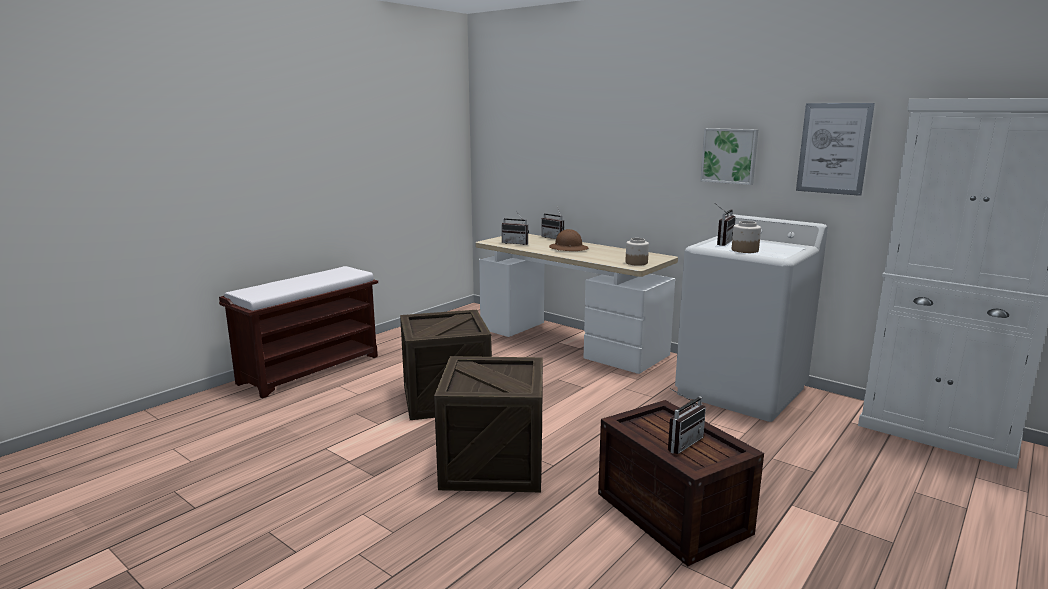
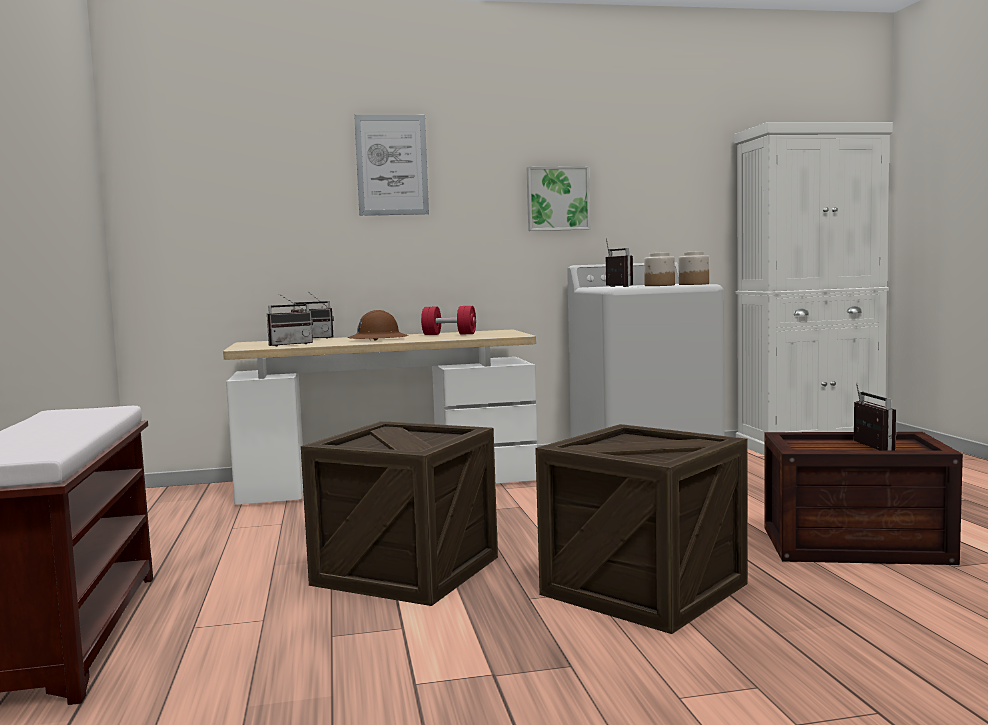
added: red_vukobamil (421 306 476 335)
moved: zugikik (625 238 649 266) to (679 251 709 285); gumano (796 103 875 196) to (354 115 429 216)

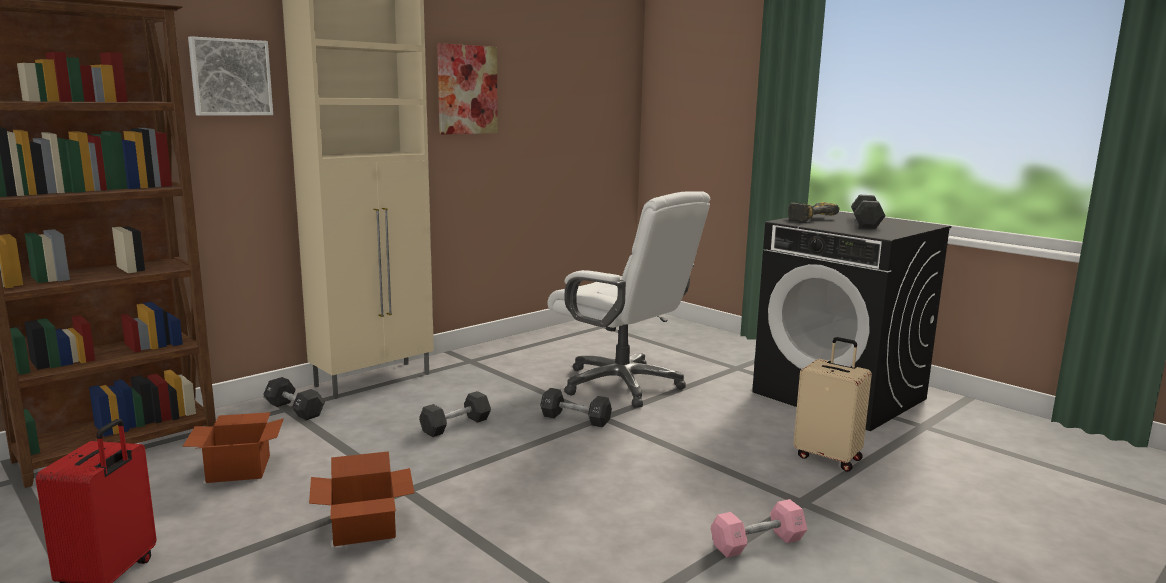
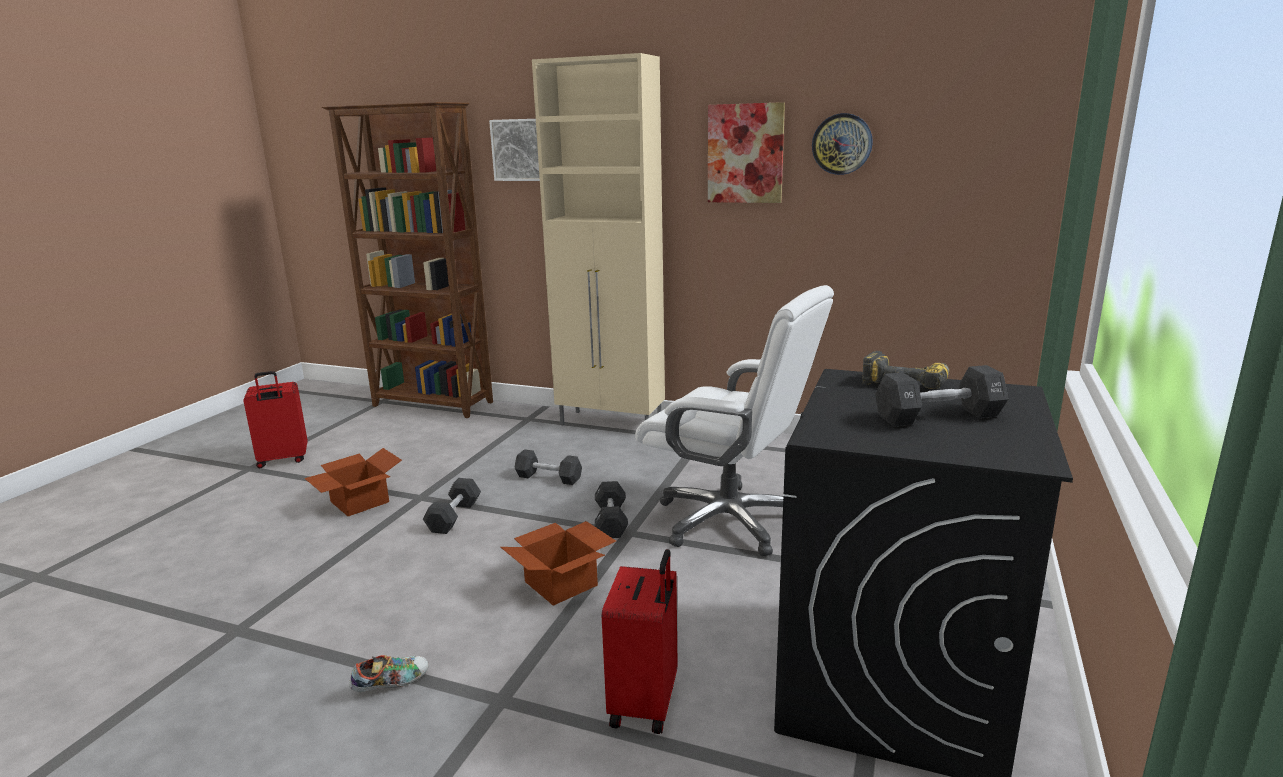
added: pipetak (812 113 873 175)
moved: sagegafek (183 412 284 483) to (500 521 616 606); black_vukobamil (263 377 325 420) to (423 478 481 534)
replaced: pink_vukobamil (711 499 807 558) to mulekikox (349 655 428 692)
recoloured: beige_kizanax (793 337 872 472) to red_kizanax (602 549 677 734)
turned: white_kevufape (548 191 710 408) = (635 285 834 556) 75 degrees counterclockwise

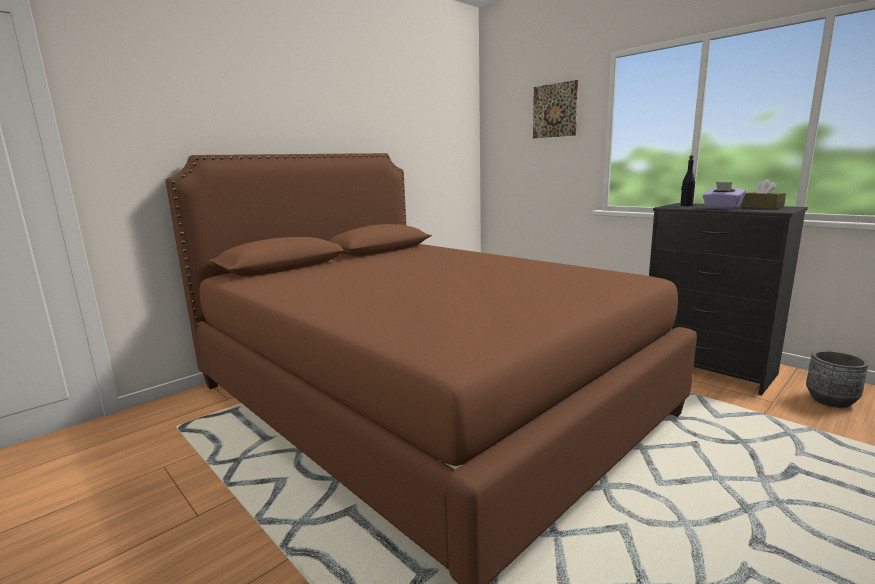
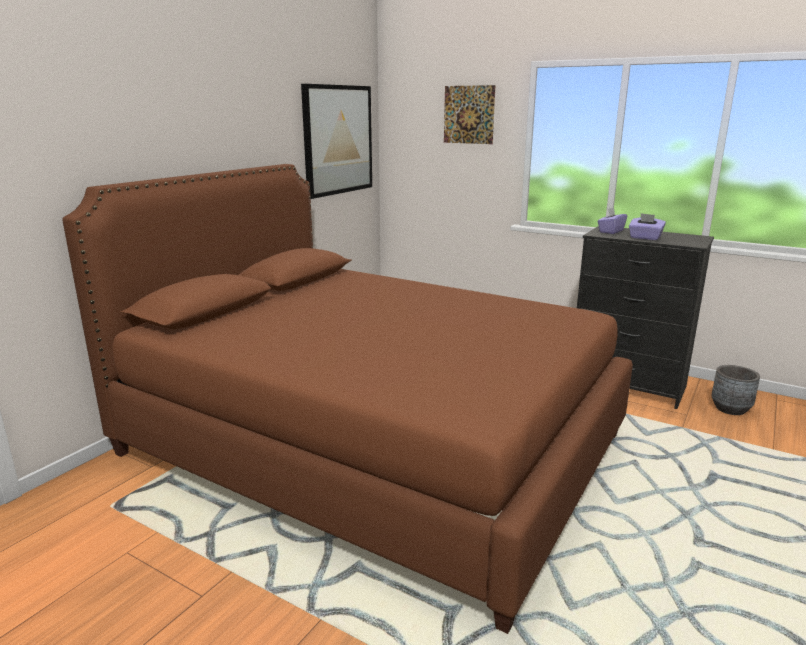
removed: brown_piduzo (741 179 786 209)
added: gumano (301 84 372 199)
replaced: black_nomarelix (680 155 695 206) to purple_piduzo (598 207 627 234)

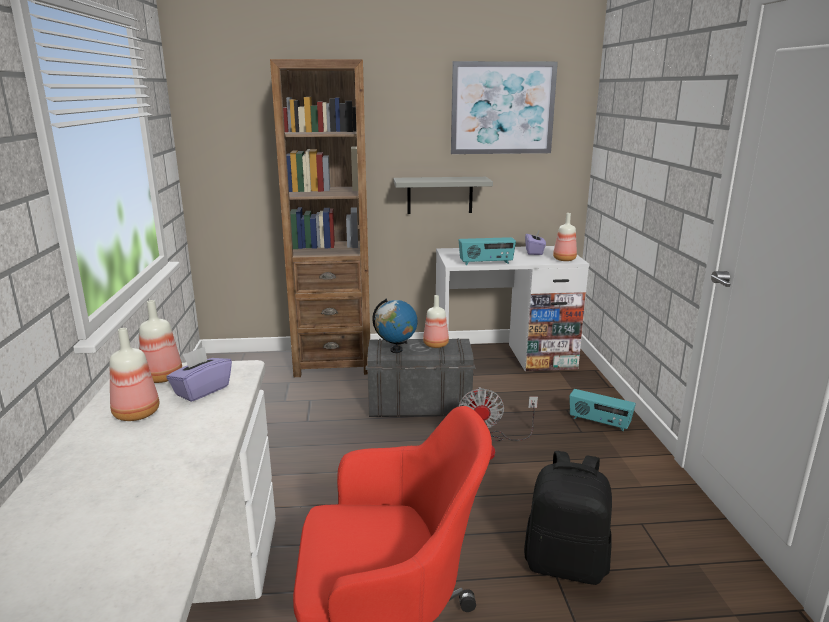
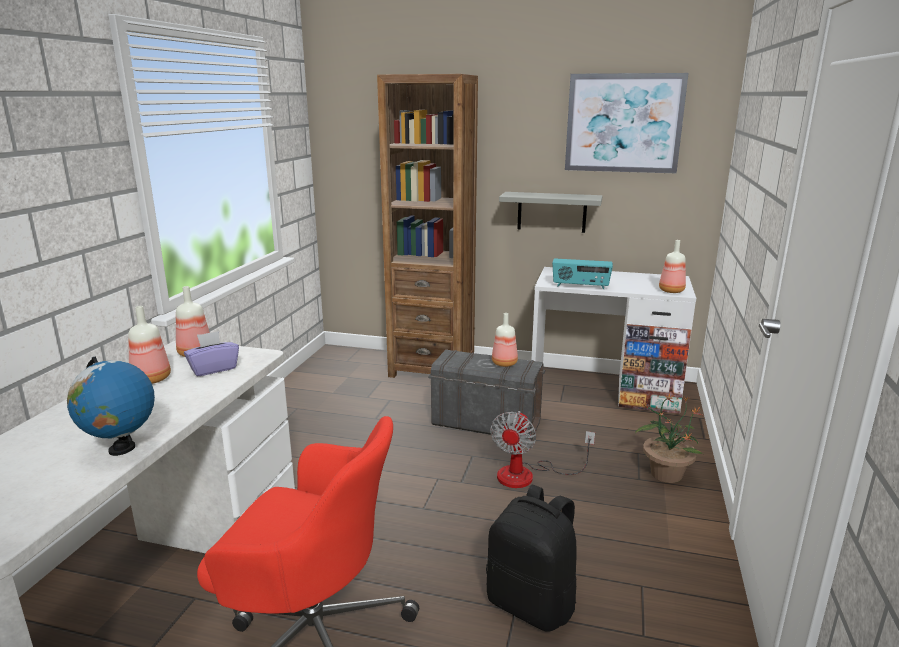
removed: purple_piduzo (525 230 546 255)
moved: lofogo (373 299 418 353) to (67 356 155 456)
replaced: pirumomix (569 389 636 431) to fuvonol (635 393 705 483)

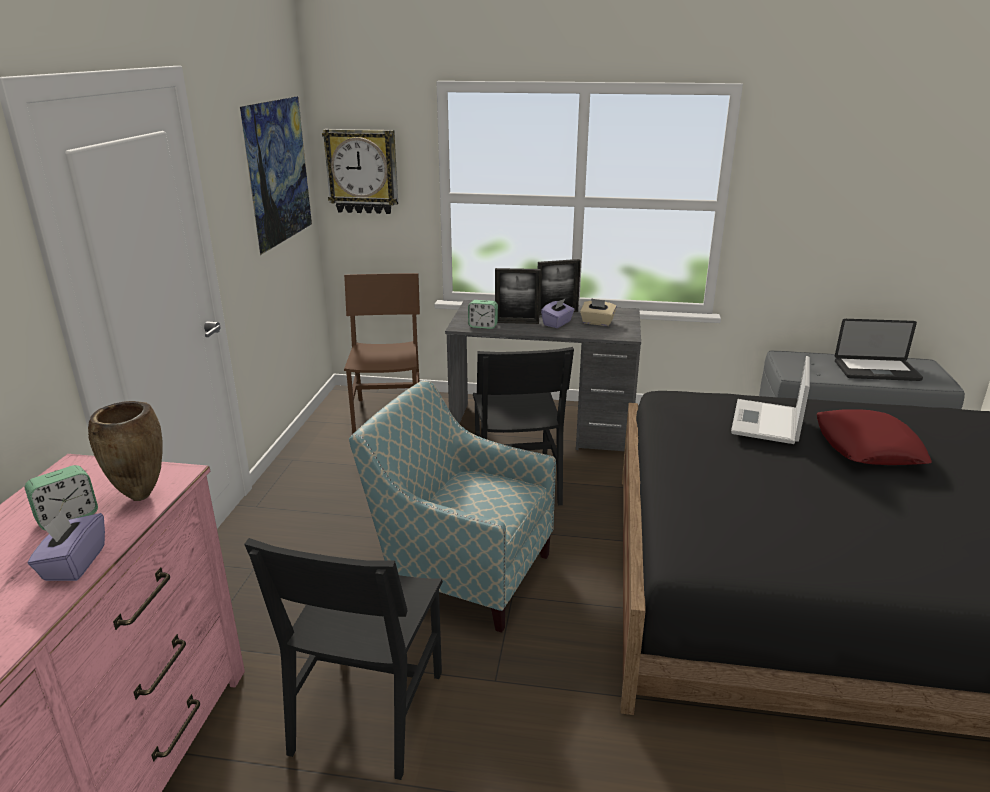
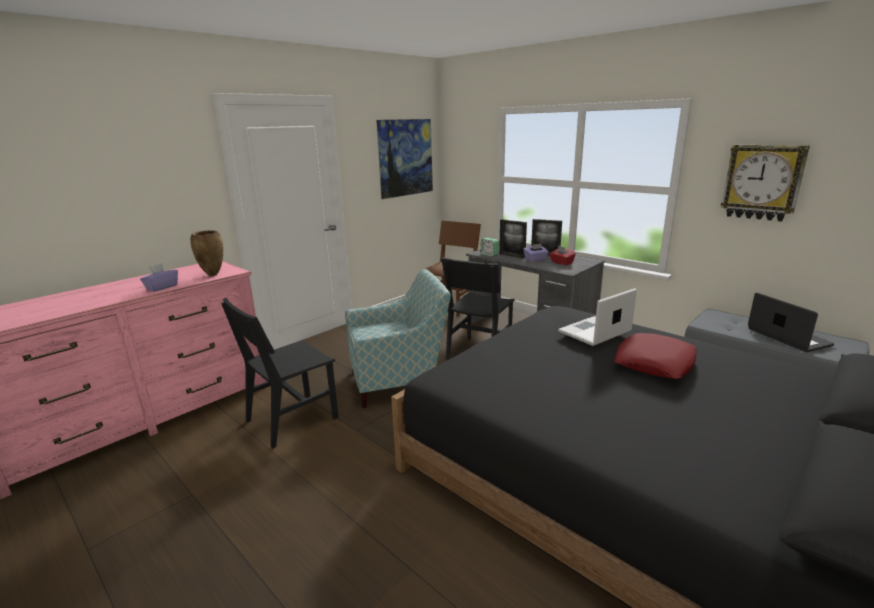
removed: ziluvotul (25 465 98 530)
moved: pipetak (322 129 398 214) to (721 145 810 222)
recoloured: beige_piduzo (580 298 617 326) to red_piduzo (550 246 576 266)
turned: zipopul (349 380 556 633) = (345 269 451 408) 105 degrees clockwise; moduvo (835 319 923 381) = (748 293 834 352) 150 degrees counterclockwise

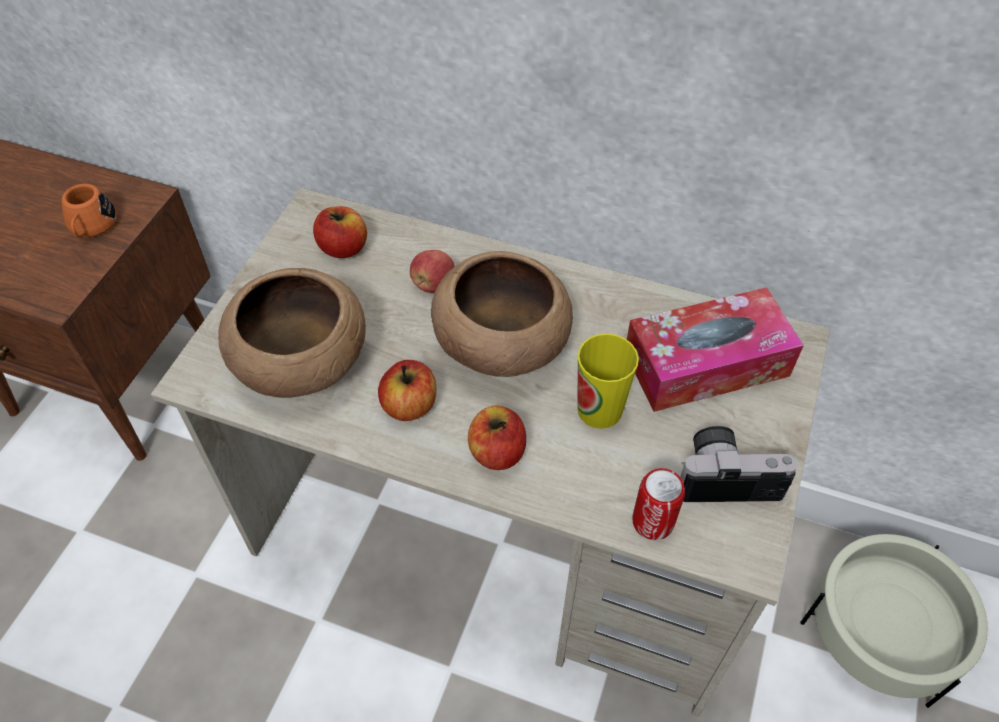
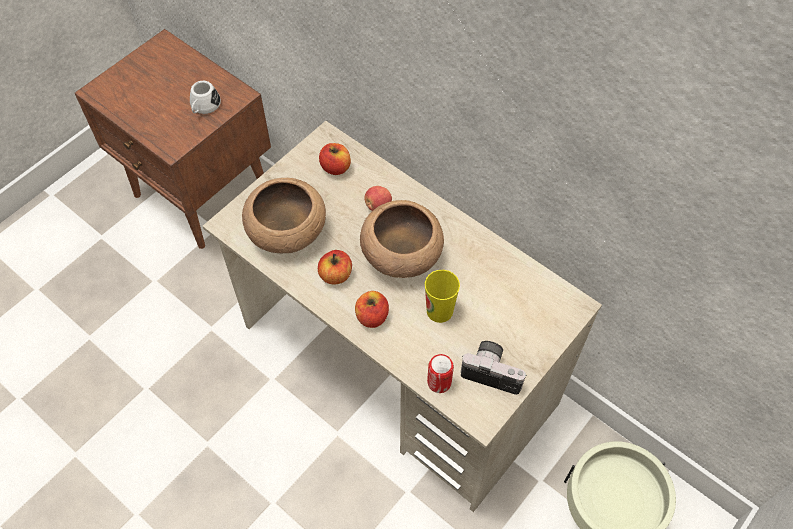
removed: piduzo (627 287 804 412)
recoloured: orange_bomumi (62 184 117 238) to white_bomumi (190 81 221 114)

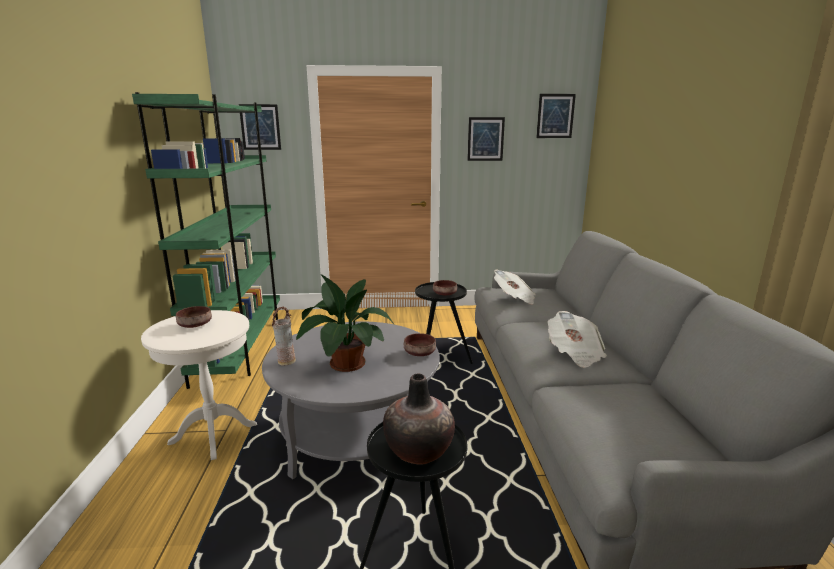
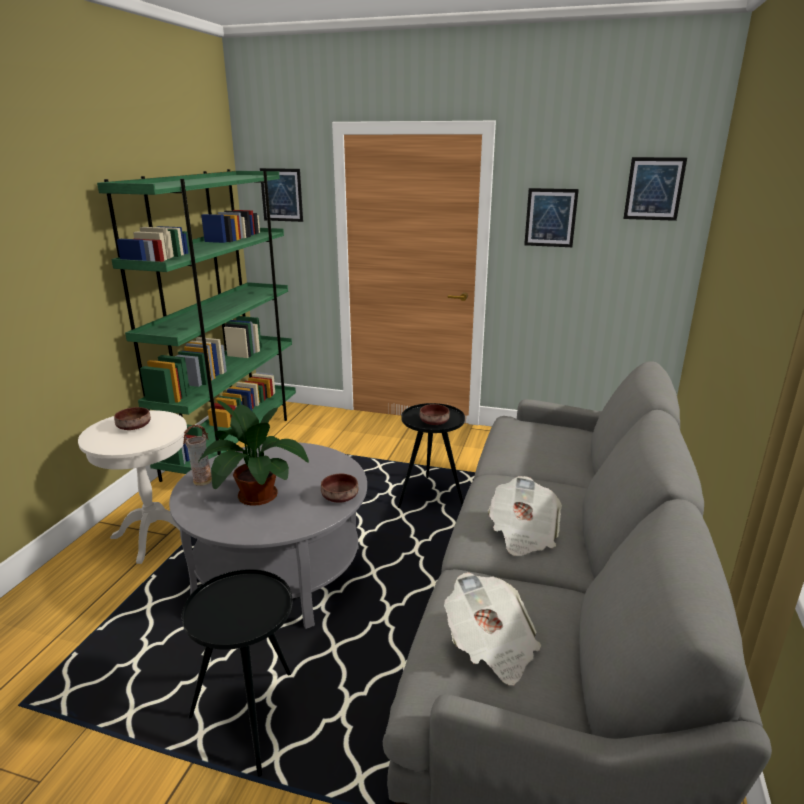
removed: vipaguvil (383 374 455 465)
moved: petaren (494 270 536 304) to (444 572 541 685)

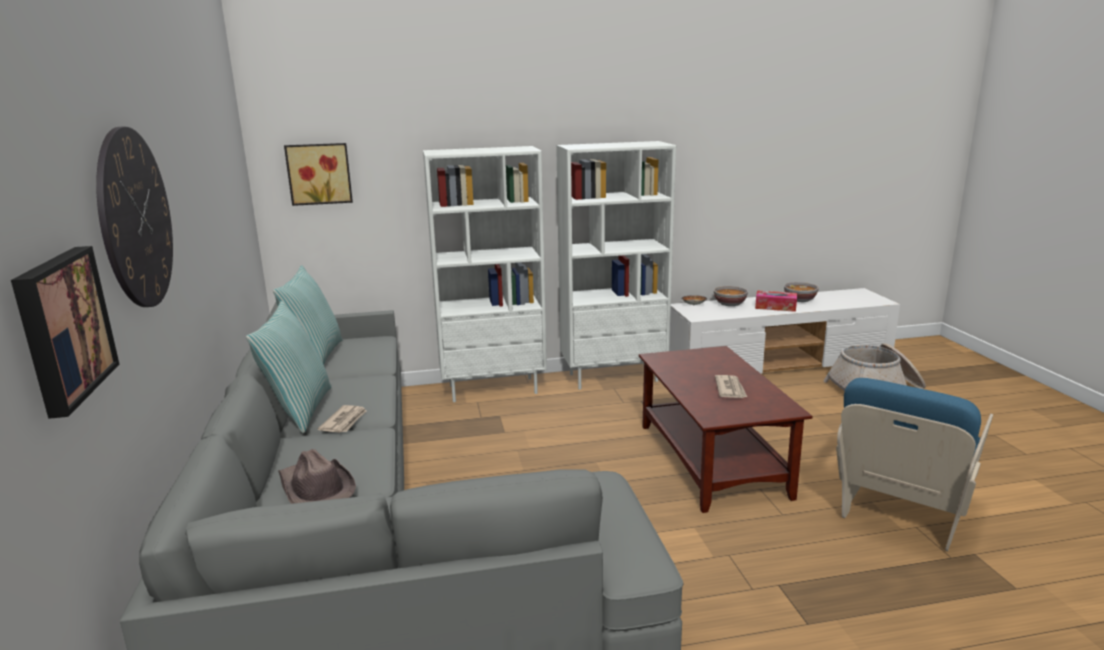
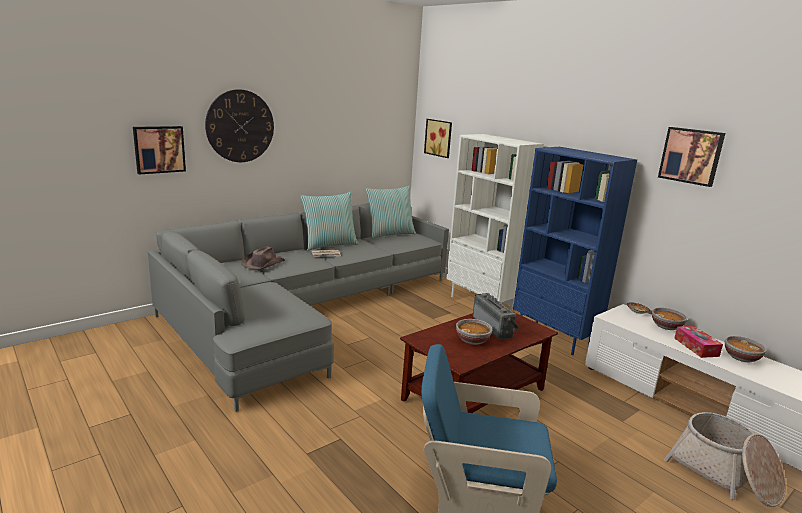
added: pirumomix (473 293 519 340); gumano (658 127 725 187)
replaced: petaren (715 375 747 398) to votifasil (456 319 492 345)
recoloured: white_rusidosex (556 141 676 390) to blue_rusidosex (513 147 637 355)

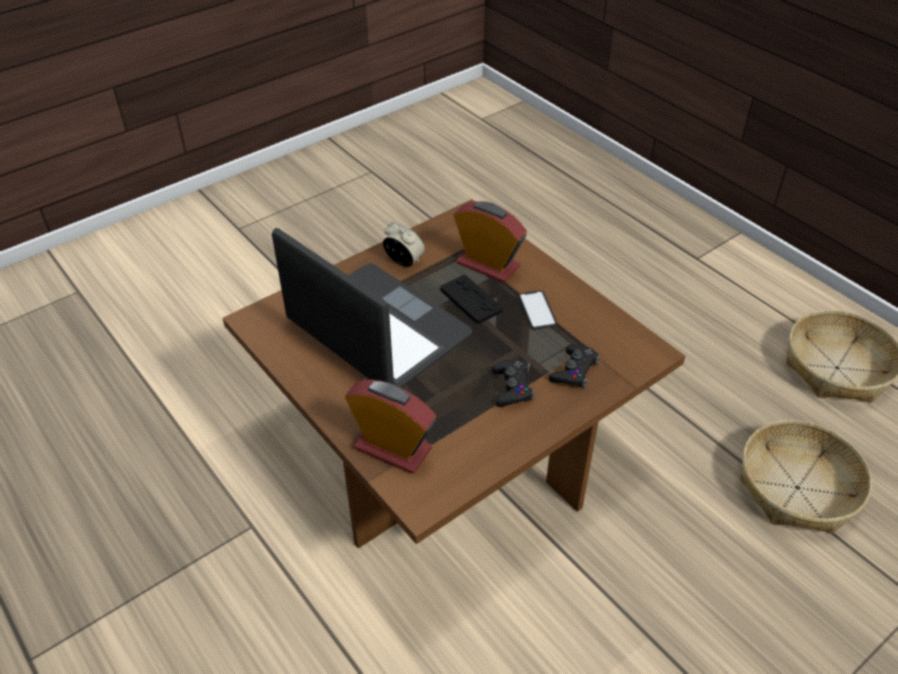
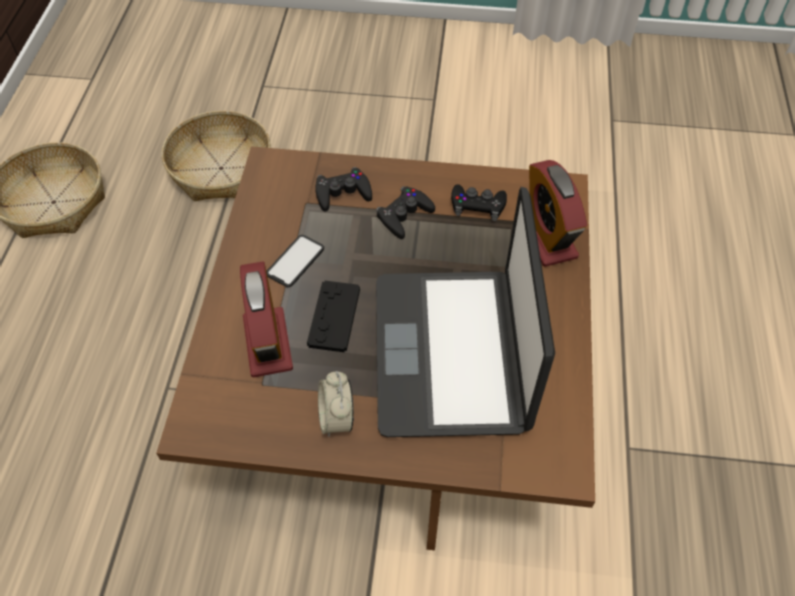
added: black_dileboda (451 184 507 221)

